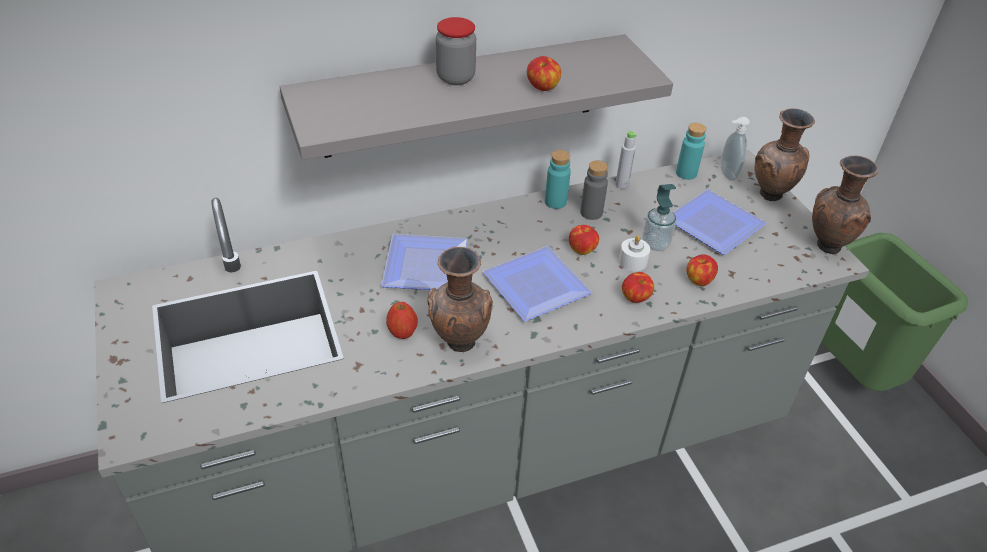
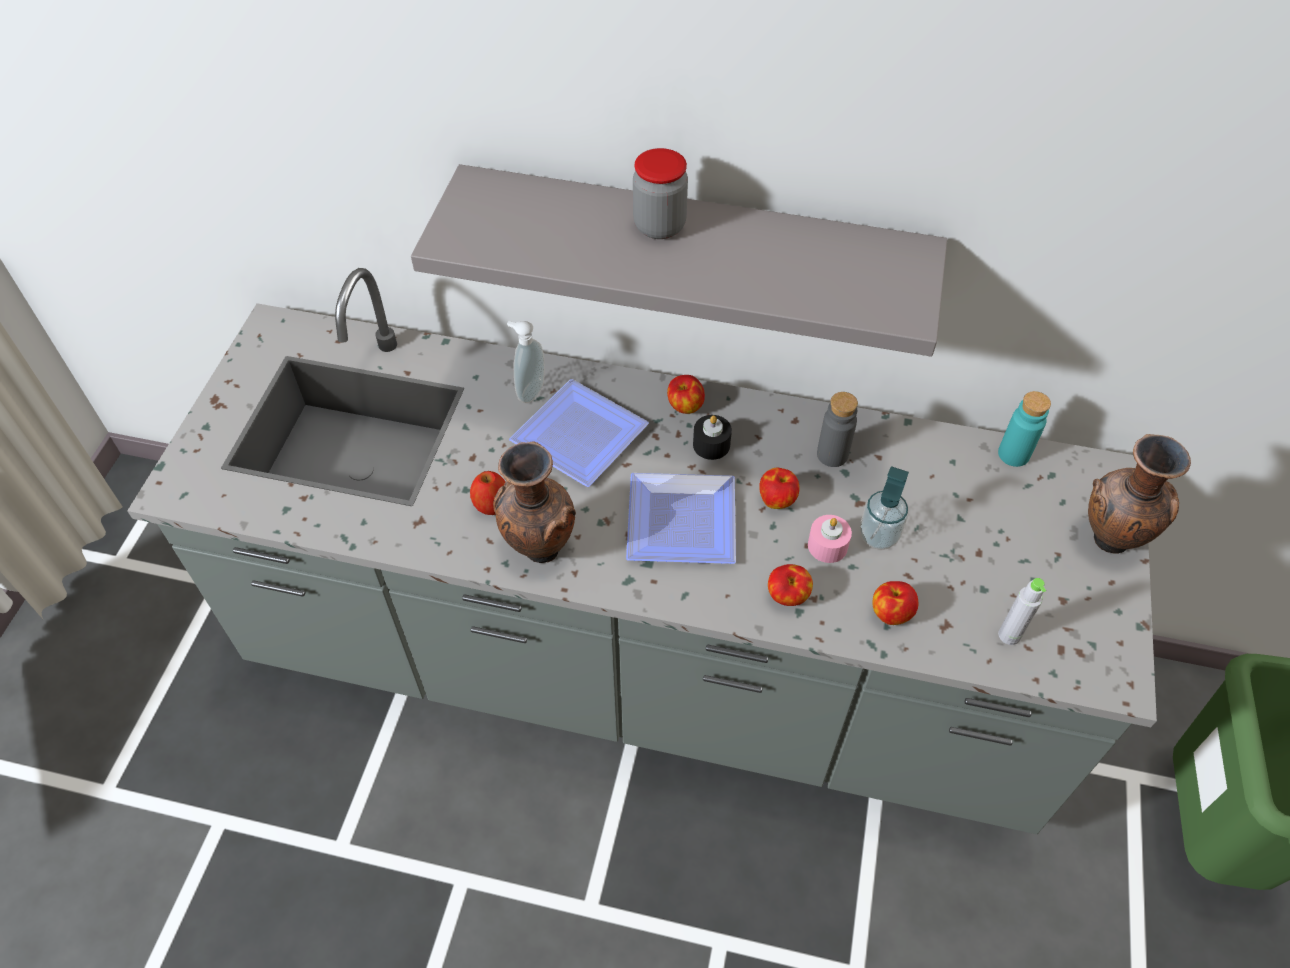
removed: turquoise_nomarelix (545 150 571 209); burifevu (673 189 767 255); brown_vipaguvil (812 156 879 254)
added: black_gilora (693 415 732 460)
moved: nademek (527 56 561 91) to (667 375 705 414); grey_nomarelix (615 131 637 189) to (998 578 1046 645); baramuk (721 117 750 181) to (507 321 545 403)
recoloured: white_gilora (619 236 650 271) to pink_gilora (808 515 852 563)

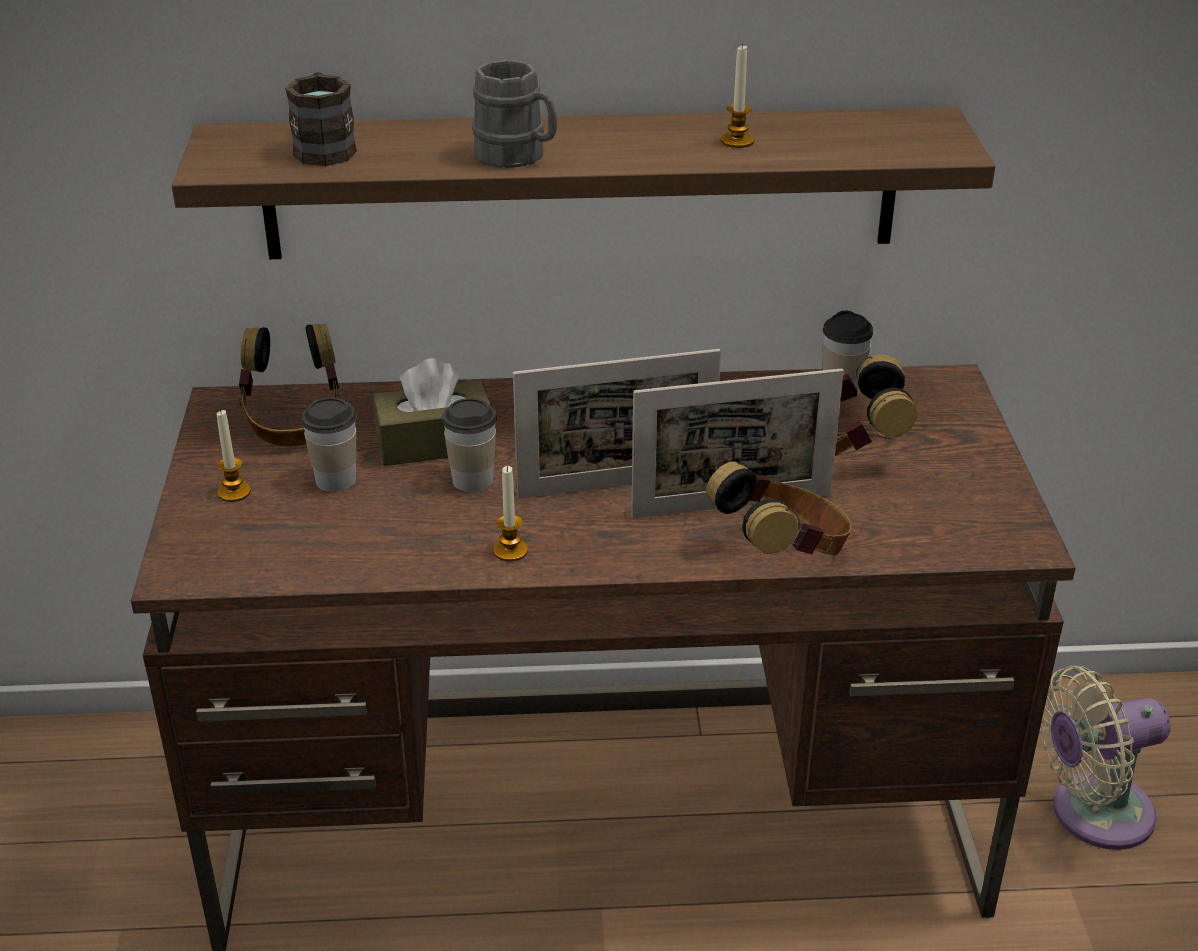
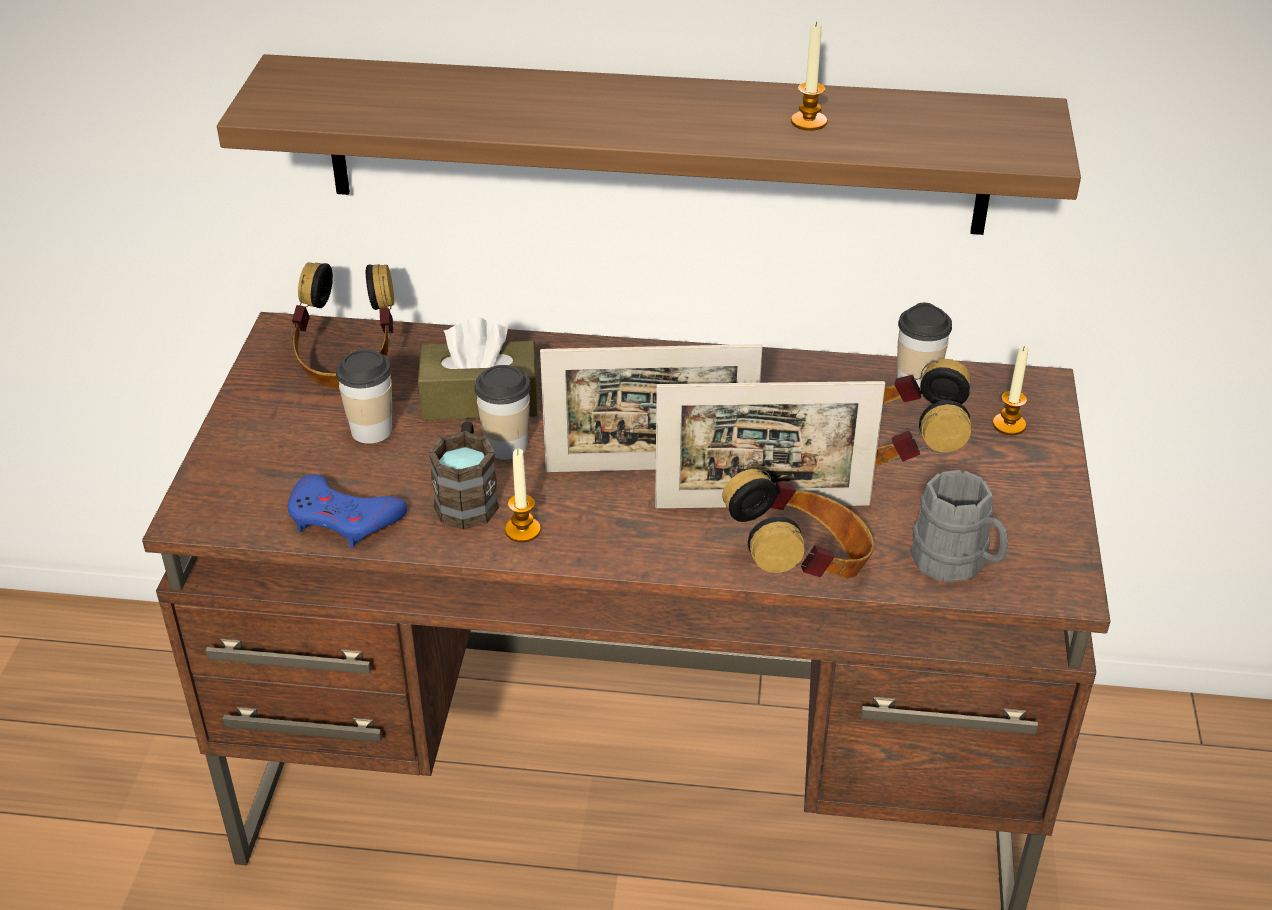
removed: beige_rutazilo (1040 666 1171 850)
added: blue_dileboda (288 474 407 547)
moved: gilora (217 410 251 502) to (993 346 1029 435); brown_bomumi (285 72 357 166) to (428 421 499 529); grey_bomumi (472 60 557 168) to (911 470 1008 583)

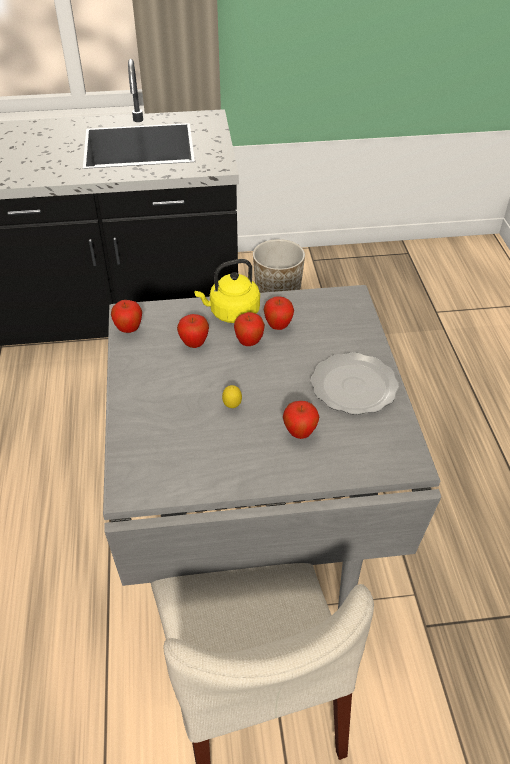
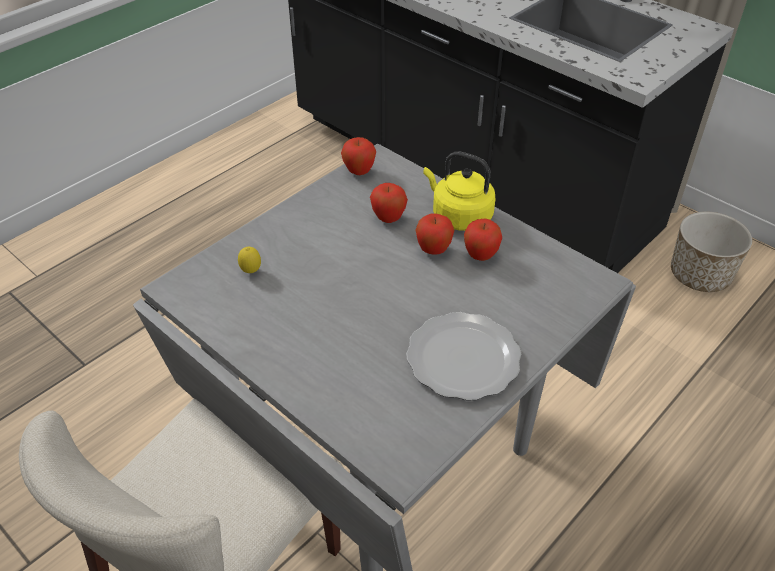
removed: nademek (283 401 320 439)
moved: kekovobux (222 385 242 408) to (238 247 261 273)

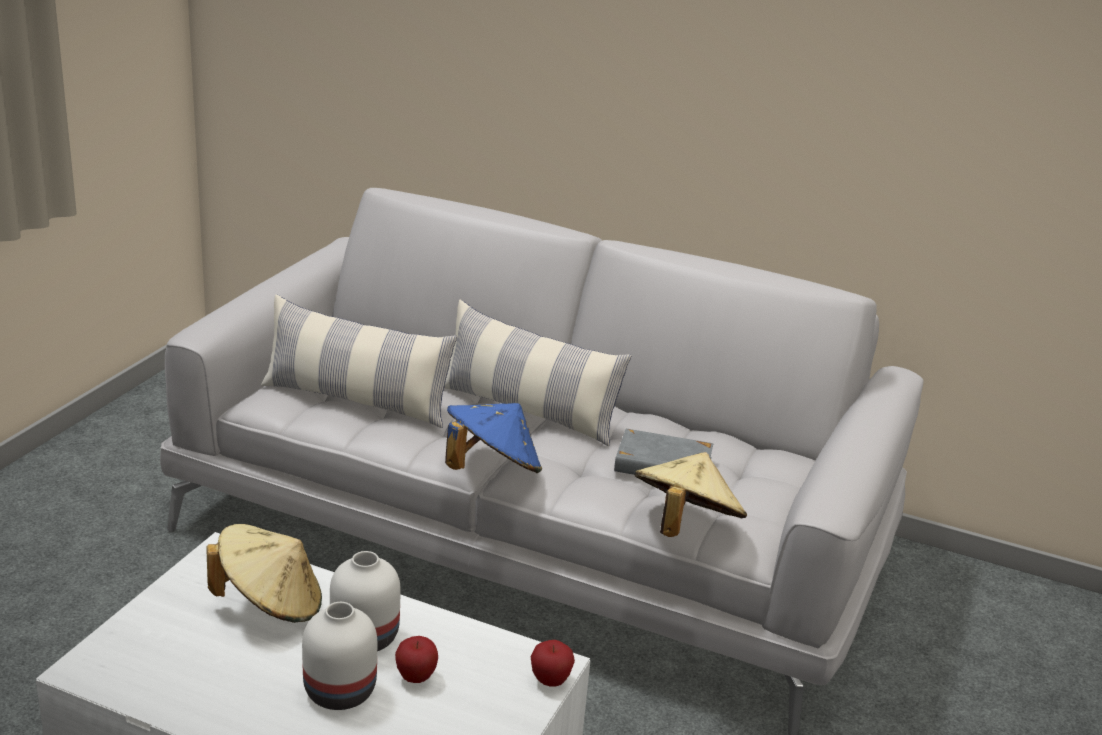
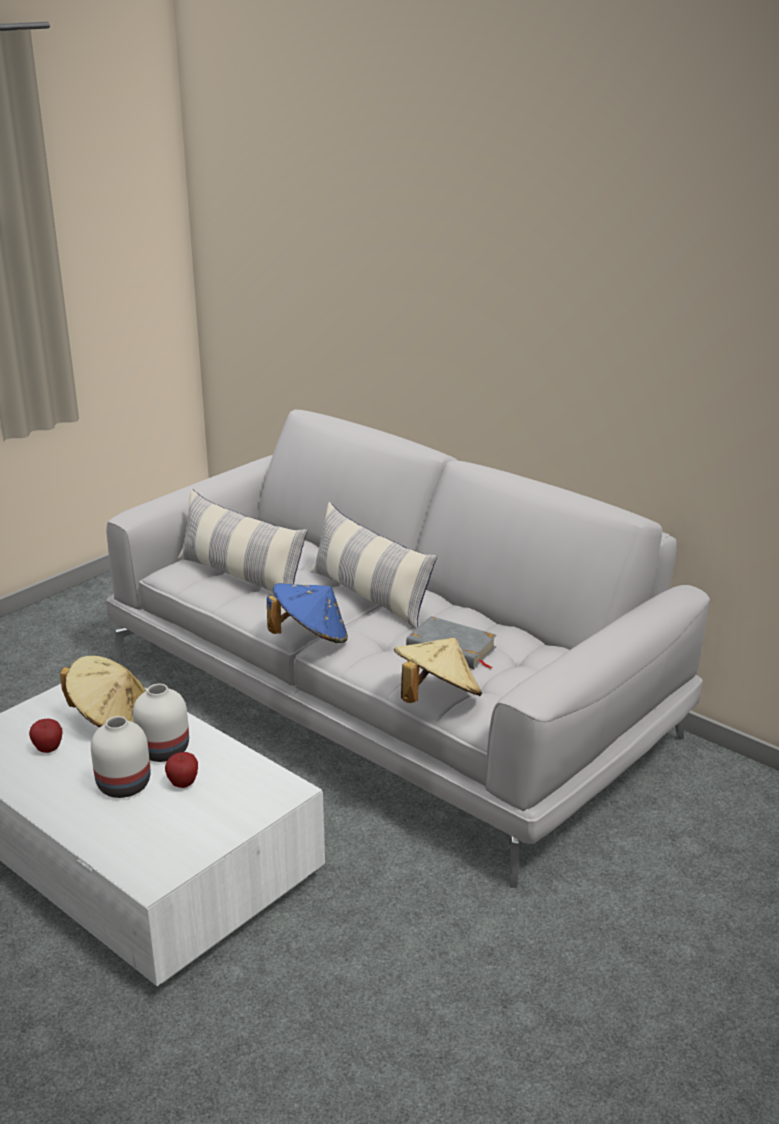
moved: nademek (531 640 575 687) to (29 719 62 753)

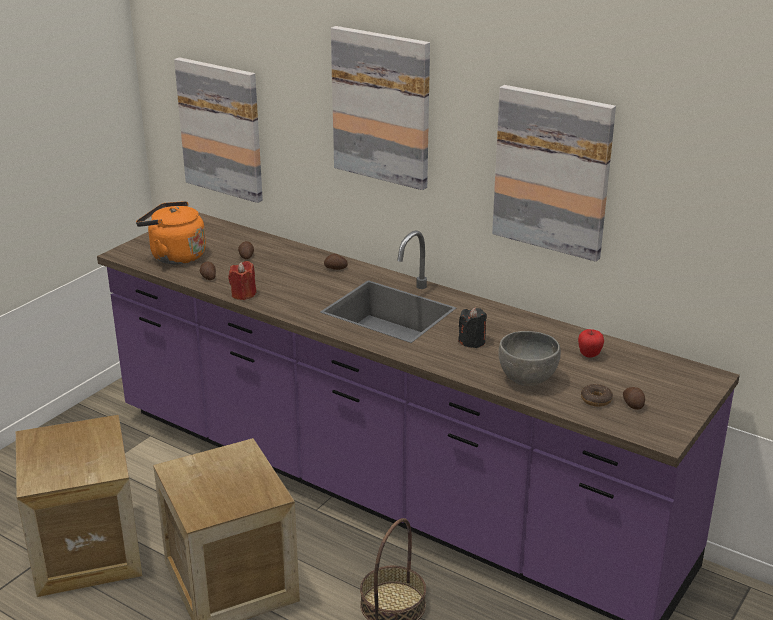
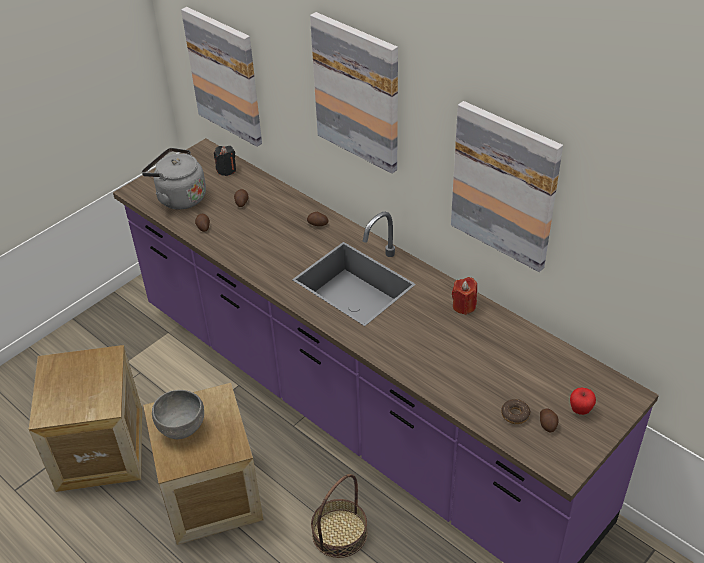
moved: red_gilora (228 261 256 300) to (452 277 477 315); black_gilora (458 308 487 348) to (214 146 236 176); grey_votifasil (498 331 561 386) to (152 390 204 439); nademek (578 329 604 358) to (570 388 596 415)
recoloured: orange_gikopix (136 201 206 265) to grey_gikopix (142 148 206 209)

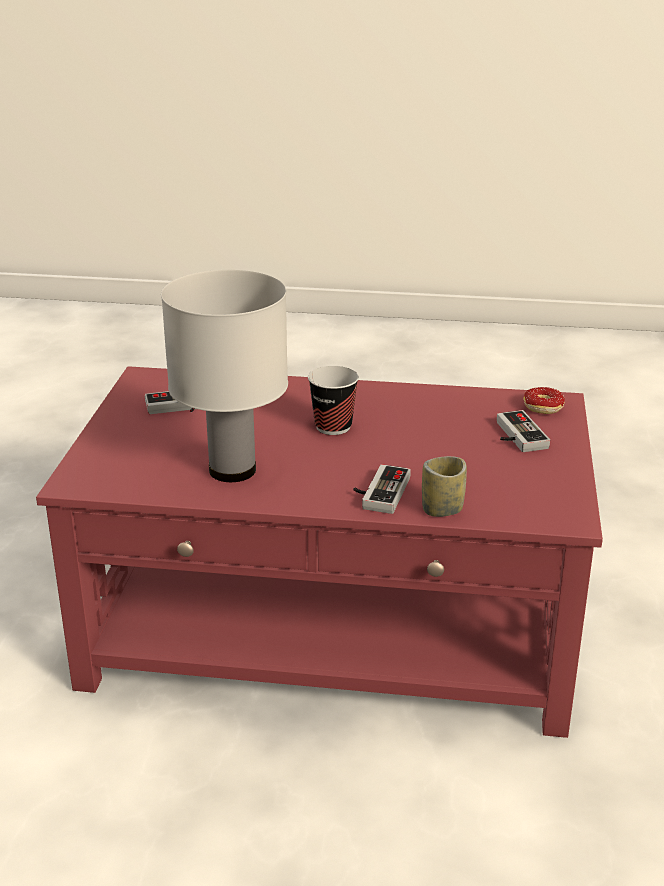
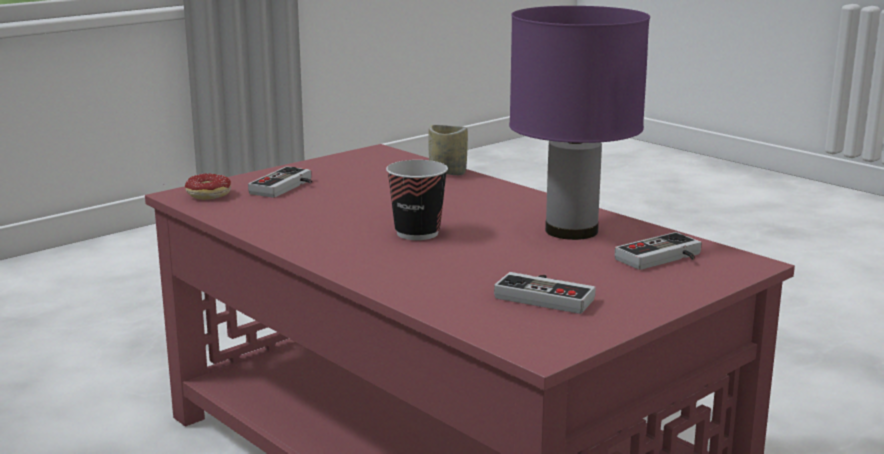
moved: dileboda (353 464 411 514) to (615 232 702 270)
recoloured: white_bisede (161 270 288 482) to purple_bisede (509 6 650 240)

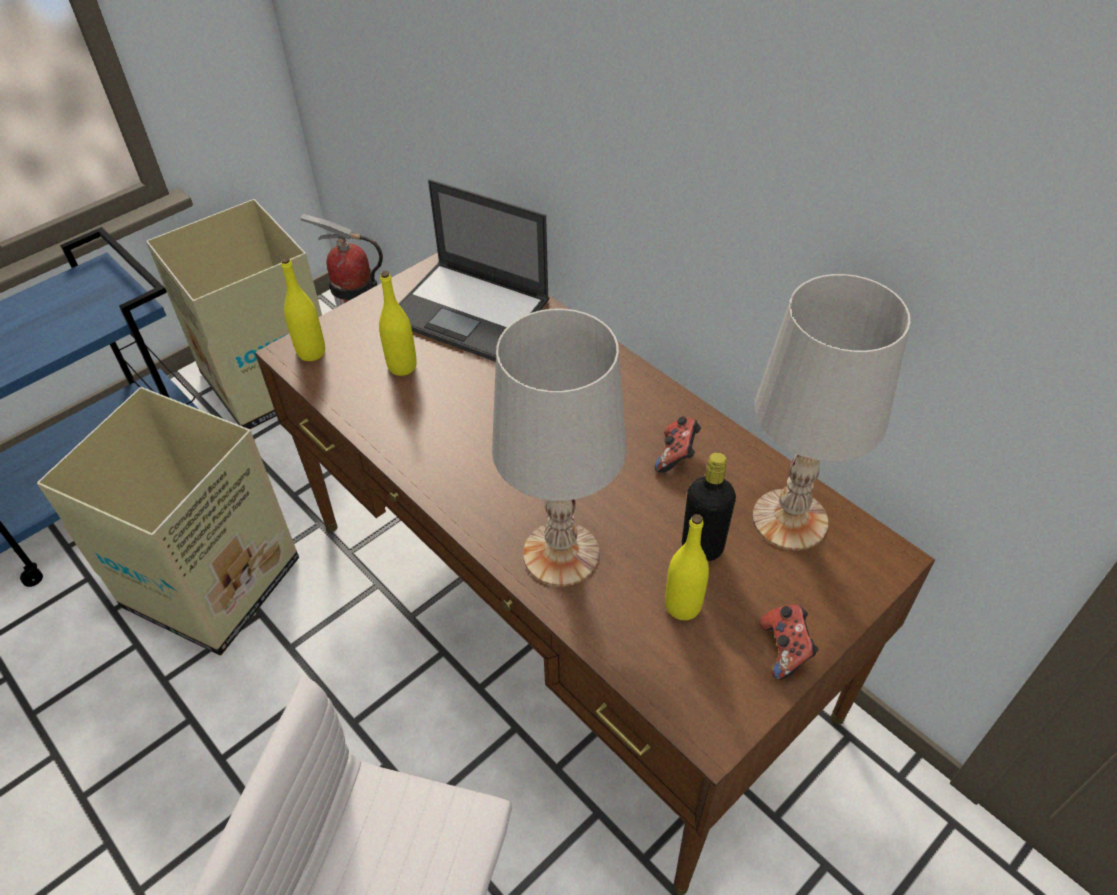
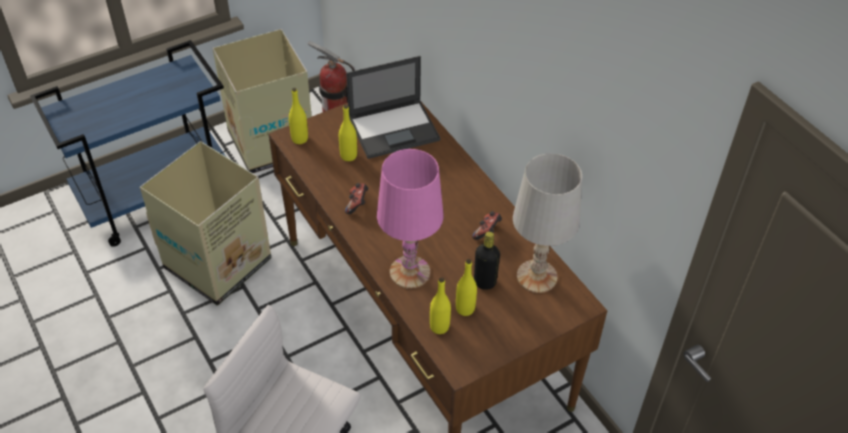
added: yellow_nomarelix (430 277 451 334)
moved: dileboda (760 605 818 680) to (345 183 369 214)
recoloured: white_bisede (492 309 627 586) to pink_bisede (377 149 443 289)
turned: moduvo (399 179 549 362) = (346 56 441 159) 60 degrees counterclockwise

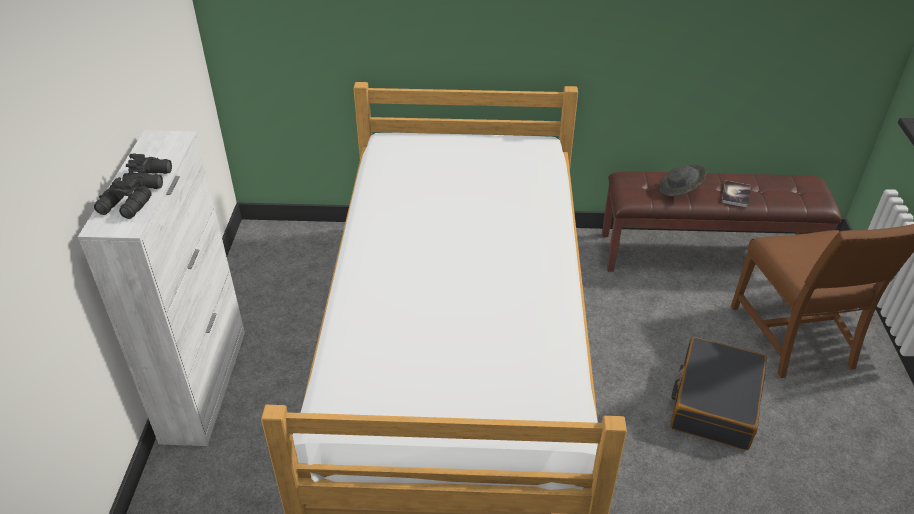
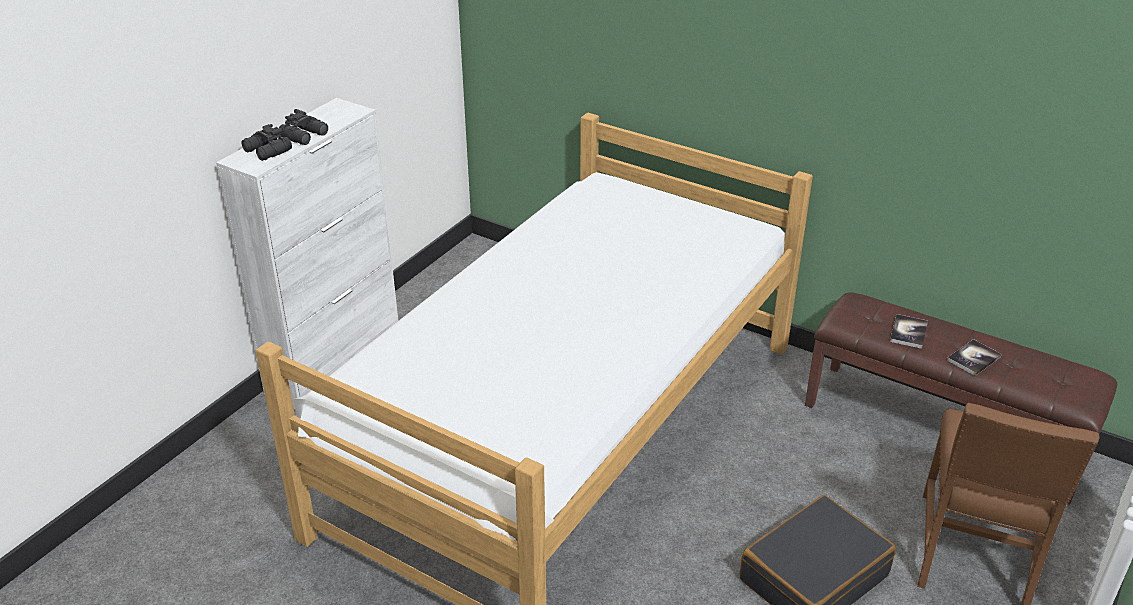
replaced: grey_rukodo (660 165 707 196) to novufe (890 314 928 349)

